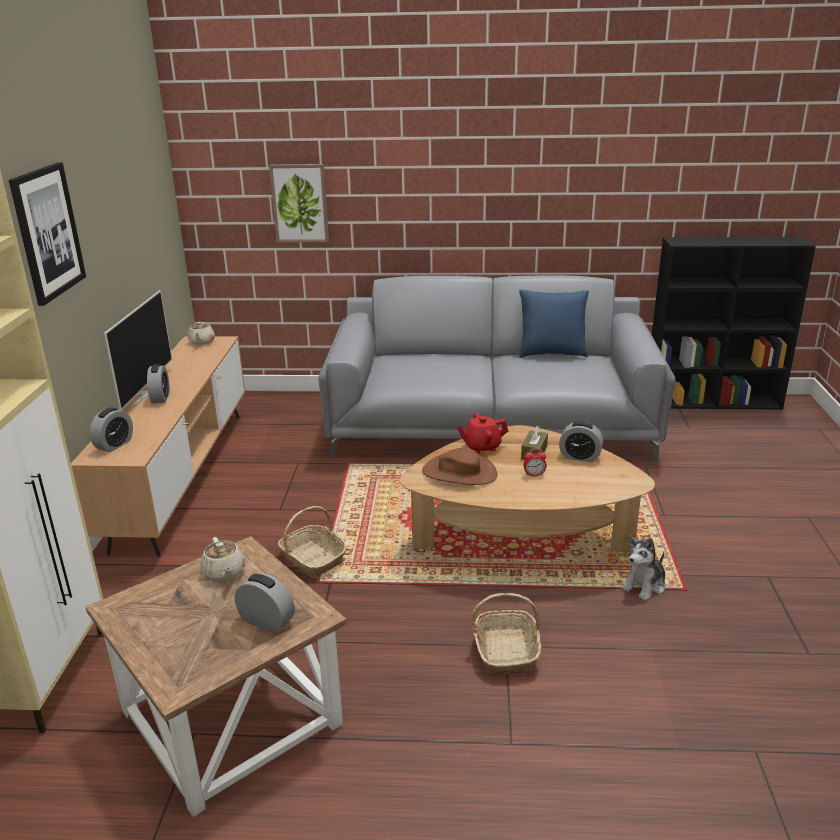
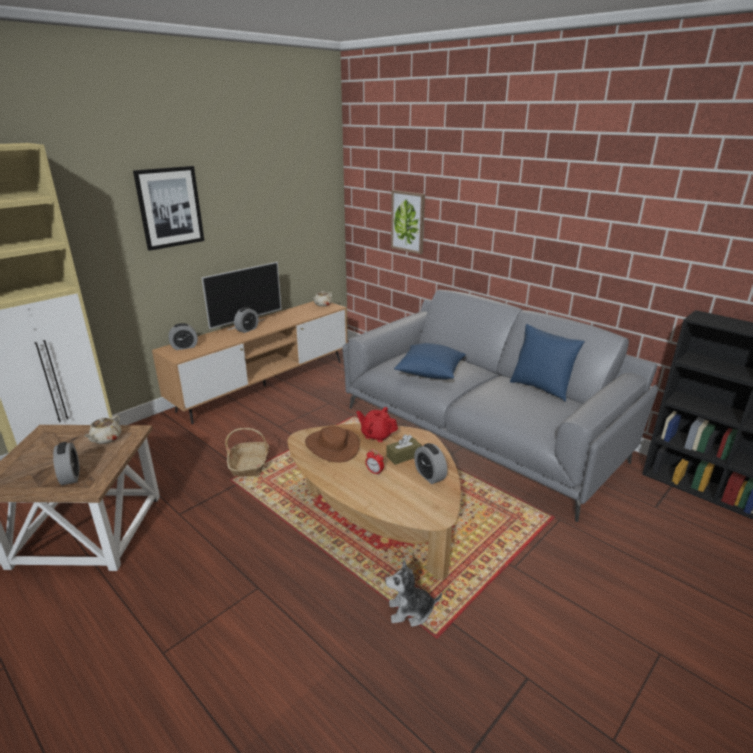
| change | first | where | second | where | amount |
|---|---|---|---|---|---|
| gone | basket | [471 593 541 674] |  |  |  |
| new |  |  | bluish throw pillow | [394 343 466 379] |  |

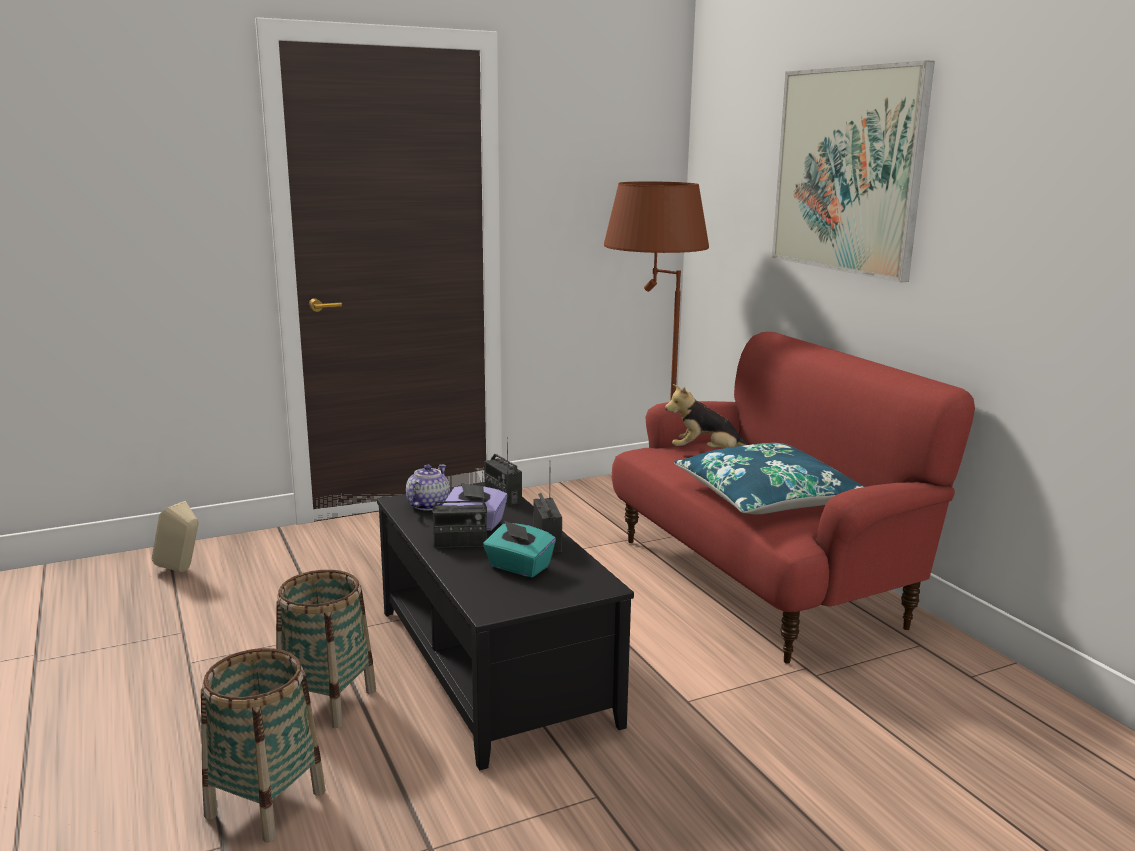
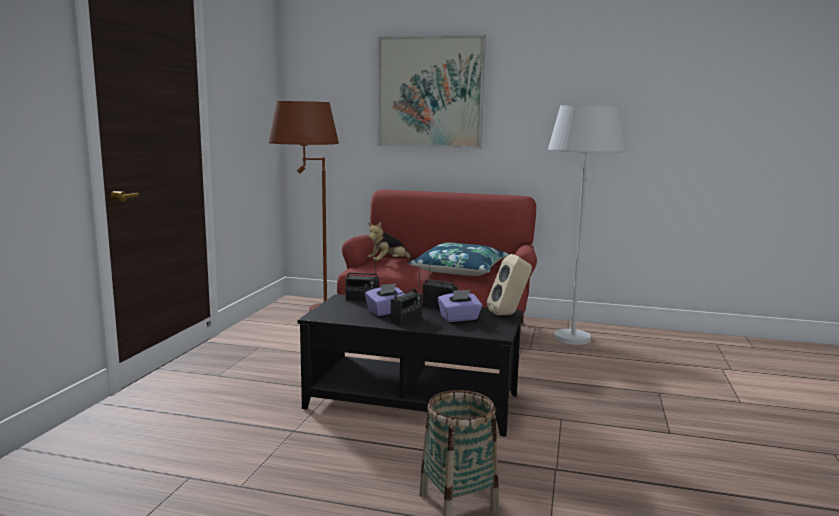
| change | first | where | second | where | amount |
|---|---|---|---|---|---|
| shifted | beige-coloured audio speaker | [152 501 199 572] |  | [487 254 532 315] |  |
| gone | basket | [276 570 376 728] |  |  |  |
| gone | tea pot | [406 464 450 510] |  |  |  |
| repainted | blue-green tissue holder | [483 521 556 577] | purple tissue holder | [438 290 482 322] |  |
| new |  |  | whitish standard lamp | [548 105 625 345] |  |

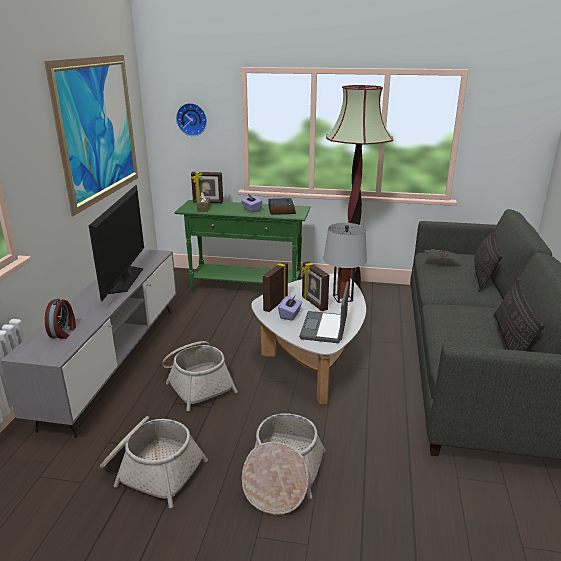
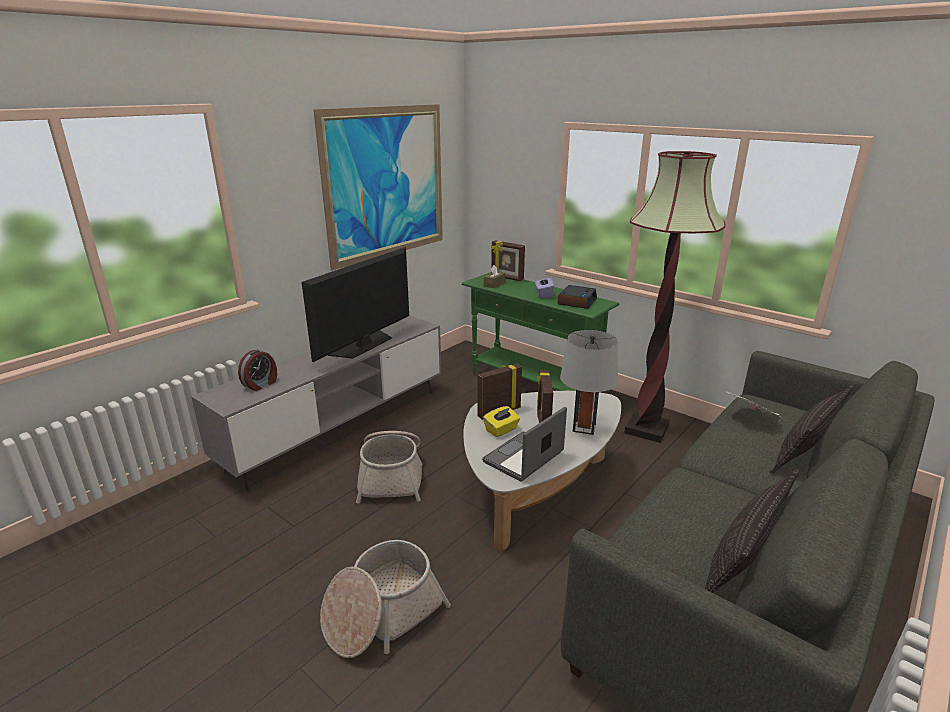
| change | first | where | second | where | amount |
|---|---|---|---|---|---|
| gone | basket | [100 416 208 508] |  |  |  |
| gone | hanging clock | [176 103 207 136] |  |  |  |
| repainted | purple tissue holder | [278 296 302 321] | yellowish tissue holder | [483 406 520 437] |  |

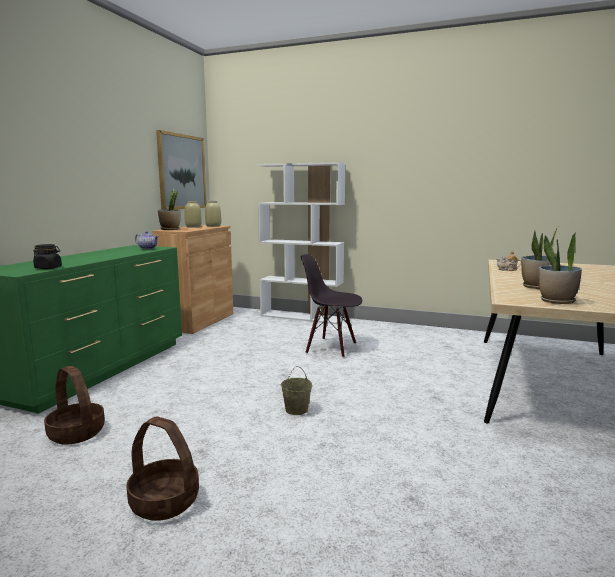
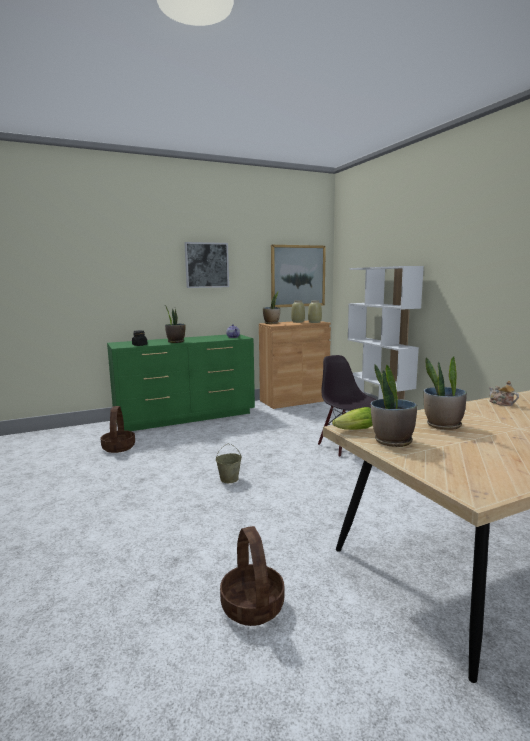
| change | first | where | second | where | amount |
|---|---|---|---|---|---|
| shifted | basket | [126 416 199 521] |  | [220 526 284 626] |  |
| new |  |  | plant in a pot | [165 307 185 343] |  |
| new |  |  | wall picture | [184 242 229 288] |  |
| new |  |  | head of lettuce | [332 407 373 430] |  |

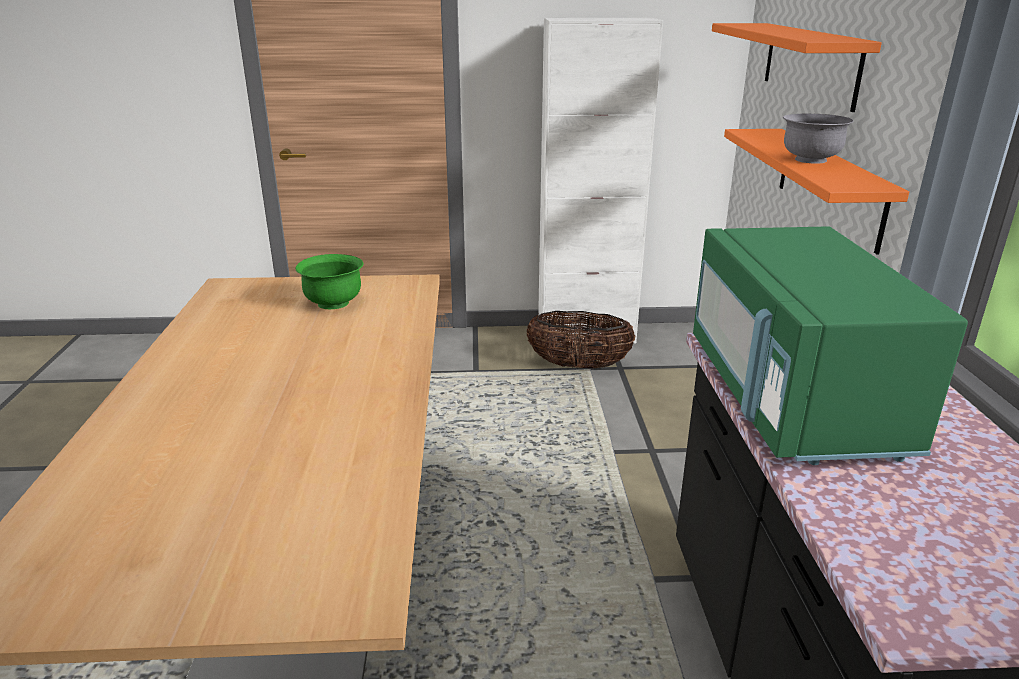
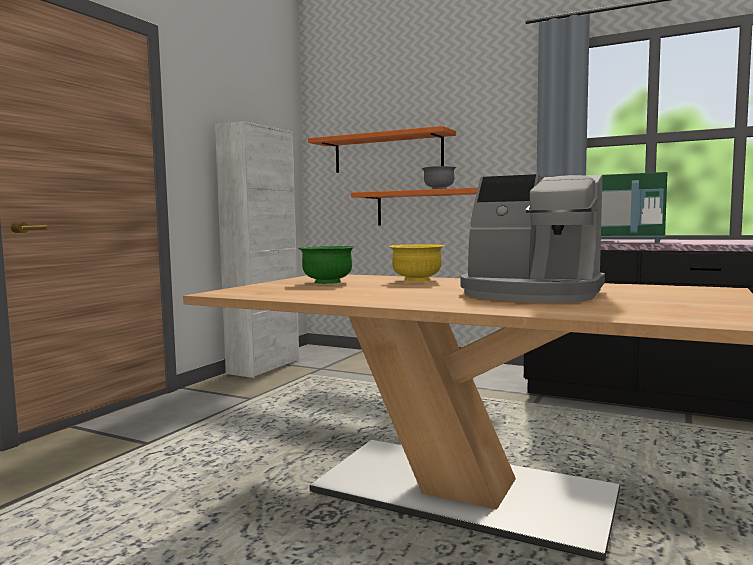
| change | first | where | second | where | amount |
|---|---|---|---|---|---|
| gone | basket | [527 311 635 368] |  |  |  |
| new |  |  | yellowish deep dish | [389 244 444 282] |  |
| new |  |  | coffee maker | [460 174 605 303] |  |

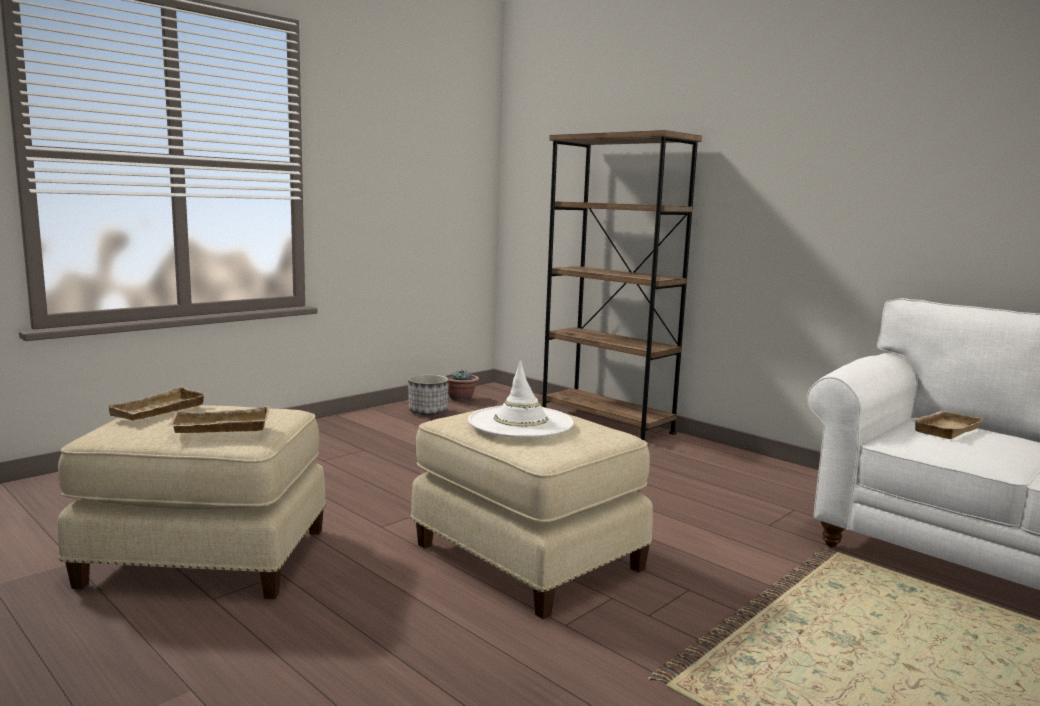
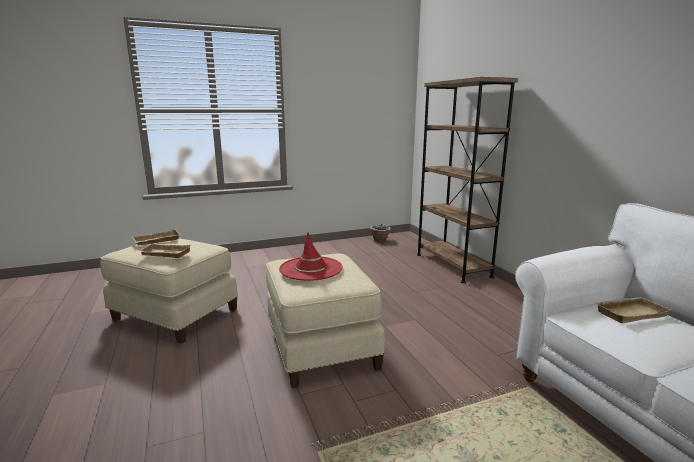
| change | first | where | second | where | amount |
|---|---|---|---|---|---|
| gone | flower pot | [408 374 449 415] |  |  |  |
| repainted | whitish wearable hat | [468 360 574 438] | red-coloured wearable hat | [279 232 343 281] |  |

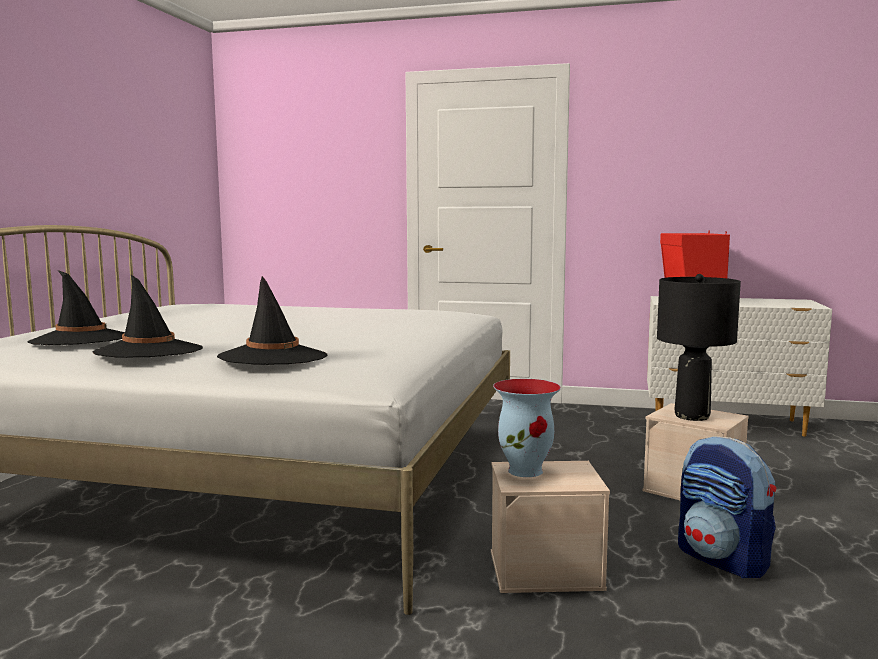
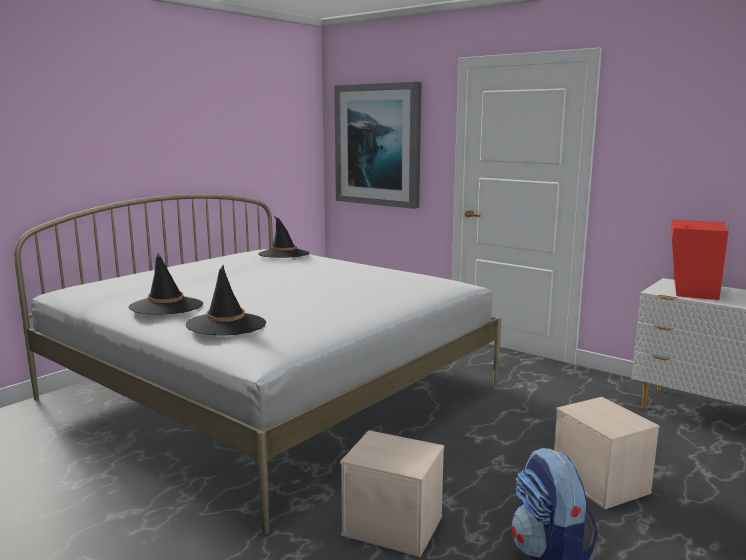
| change | first | where | second | where | amount |
|---|---|---|---|---|---|
| shifted | blackish wearable hat | [28 270 125 345] |  | [258 216 310 258] |  |
| gone | flower vase | [493 379 561 477] |  |  |  |
| gone | blackish lamp for a table | [657 274 741 421] |  |  |  |
| new |  |  | wall picture | [334 82 421 209] |  |

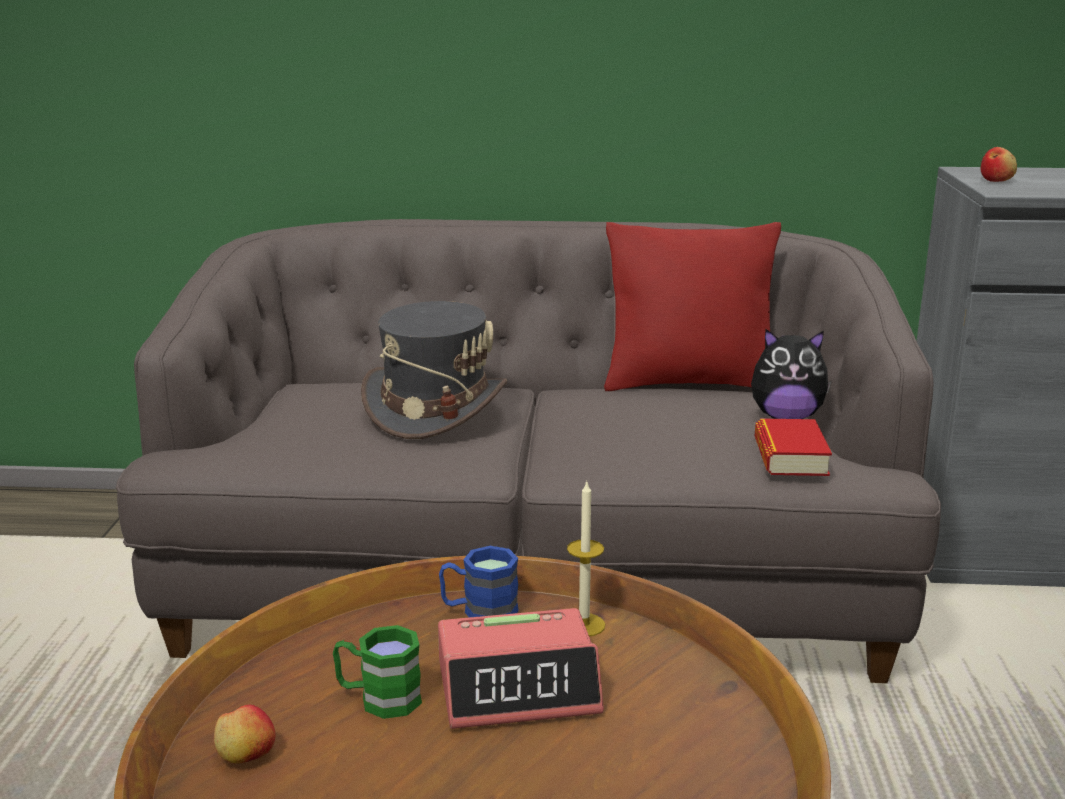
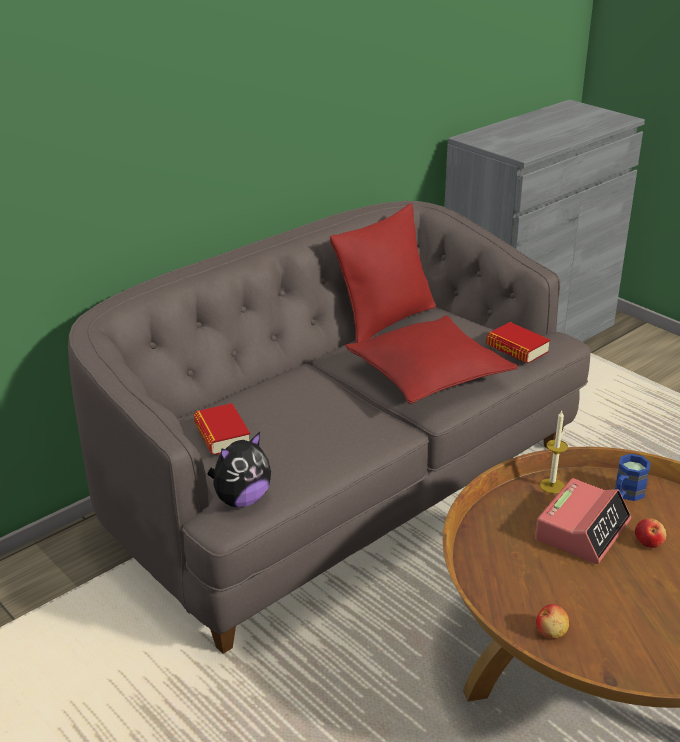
| change | first | where | second | where | amount |
|---|---|---|---|---|---|
| gone | green tea mug | [333 625 422 719] |  |  |  |
| gone | grey wearable hat | [361 301 507 439] |  |  |  |
| shifted | bluish tea mug | [439 546 519 617] |  | [615 454 651 501] |  |
| shifted | plush toy | [751 329 832 419] |  | [207 432 271 507] |  |
| shifted | apple fruit | [981 147 1017 182] |  | [635 518 666 548] |  |
| new |  |  | volume | [194 403 250 455] |  |
| new |  |  | red-coloured throw pillow | [345 315 518 404] |  |

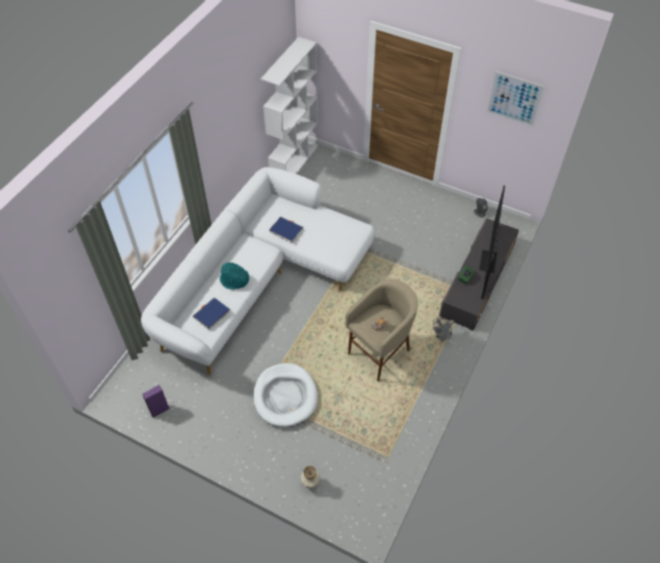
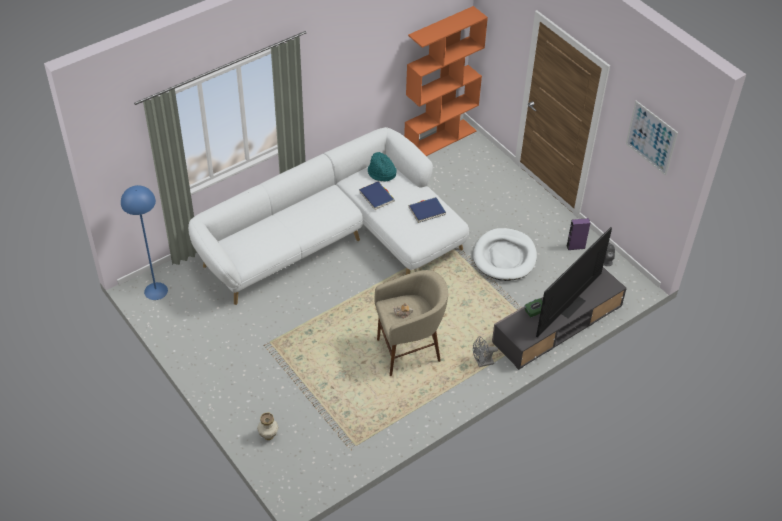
| change | first | where | second | where | amount |
|---|---|---|---|---|---|
| shifted | purple audio speaker | [142 385 170 418] |  | [566 218 590 250] |  |
| shifted | bluish volume | [193 298 230 330] |  | [409 197 446 223] |  |
| shifted | blue-green wearable hat | [220 262 249 290] |  | [368 152 397 181] |  |
| shifted | whitish dog bed | [254 363 318 427] |  | [473 228 537 281] |  |
| repainted | whitish bookshelf | [261 37 318 174] | orangey bookshelf | [404 6 488 156] |  |
| new |  |  | bluish standard lamp | [121 185 168 300] |  |

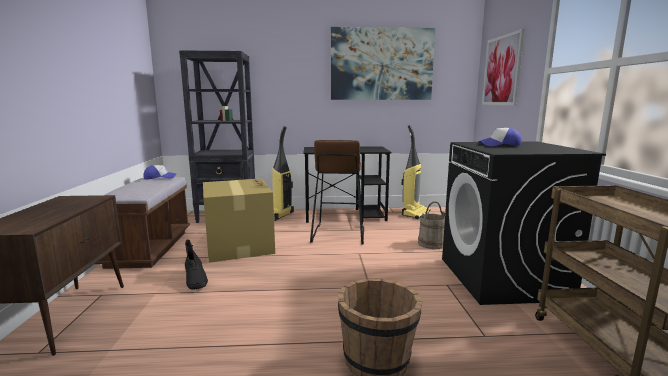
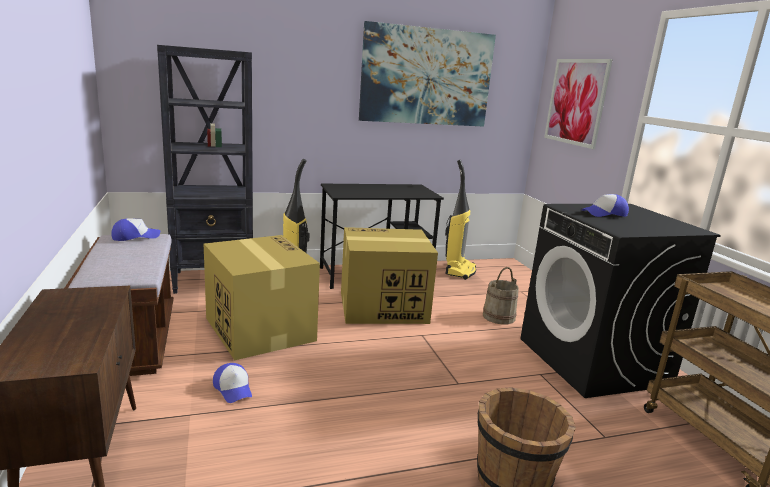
| change | first | where | second | where | amount |
|---|---|---|---|---|---|
| swapped | blackish high-top boot | [185 239 208 290] | peaked cap | [213 363 252 403] |  |
| swapped | brown-coloured sitting stool | [310 140 364 244] | carton | [341 227 438 324] |  |

